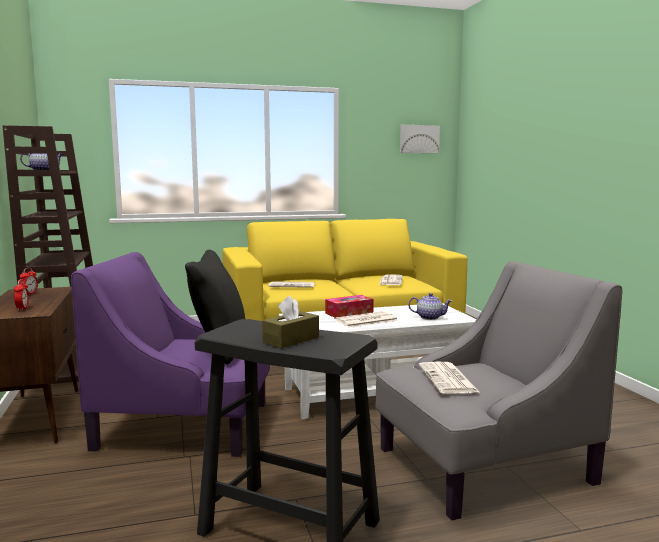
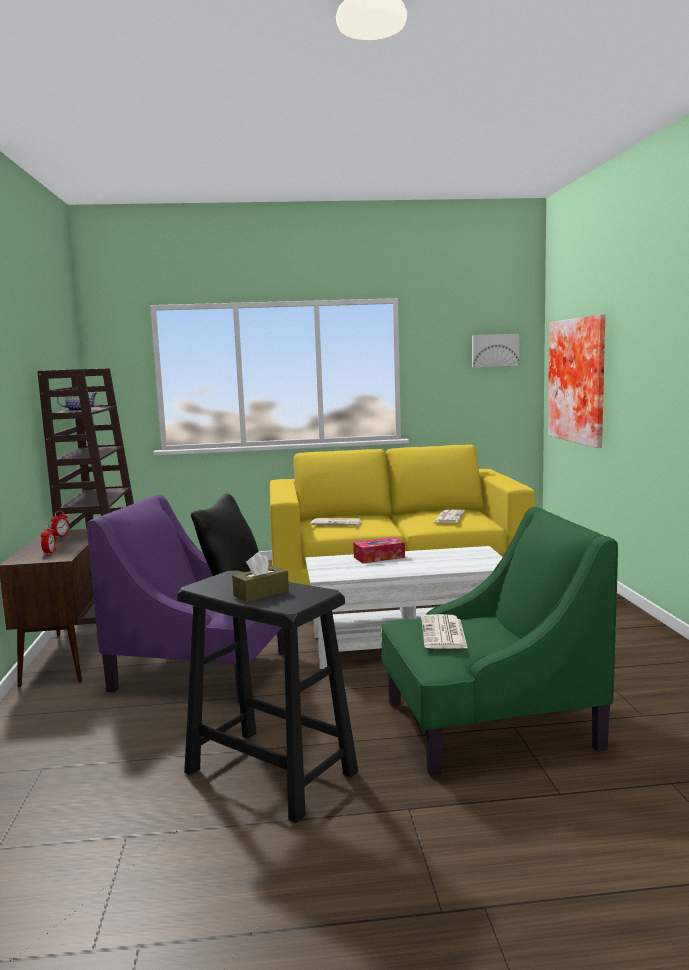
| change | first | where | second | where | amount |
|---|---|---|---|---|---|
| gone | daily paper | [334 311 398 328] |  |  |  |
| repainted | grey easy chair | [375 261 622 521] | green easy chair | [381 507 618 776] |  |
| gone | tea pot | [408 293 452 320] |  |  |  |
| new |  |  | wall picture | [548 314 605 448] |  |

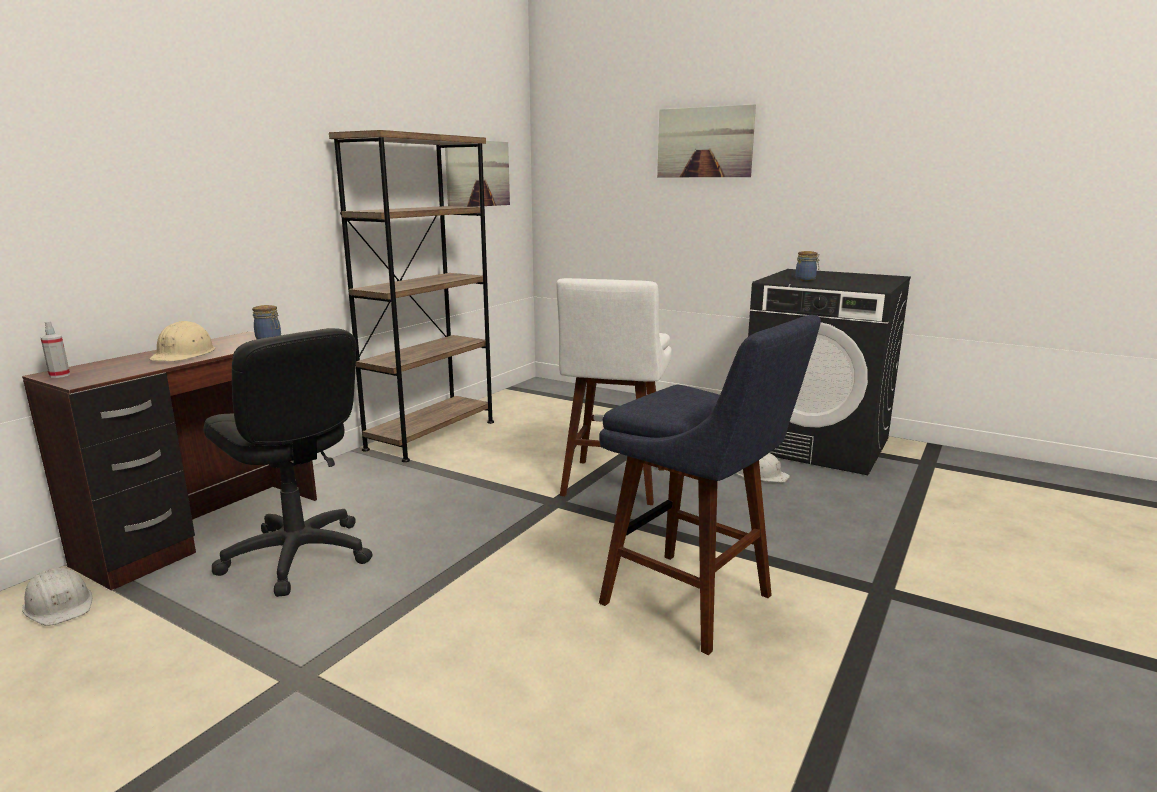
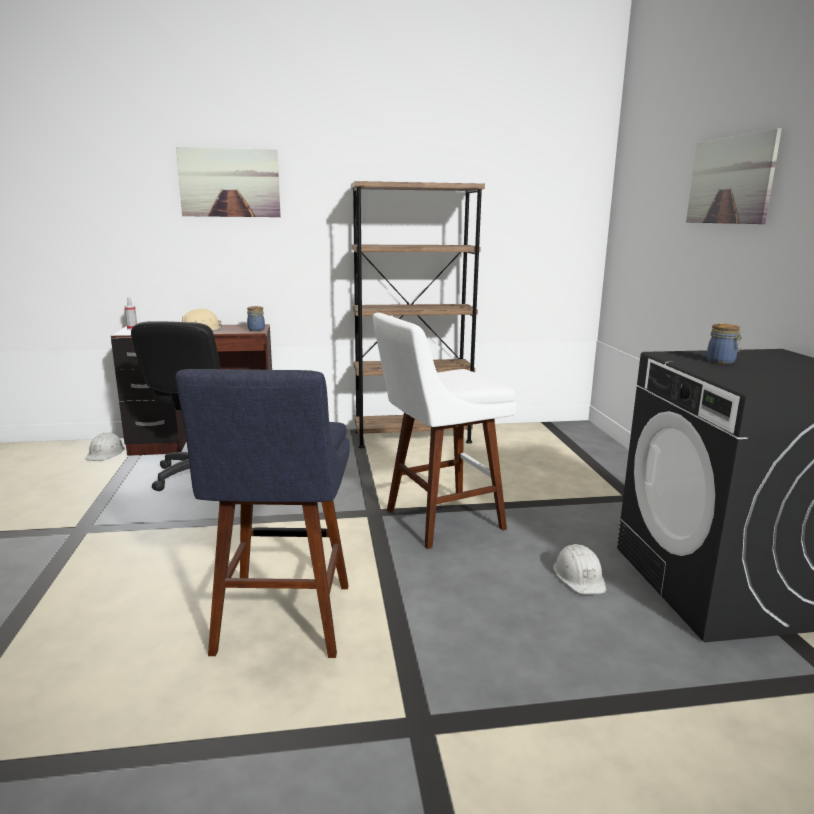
| change | first | where | second | where | amount |
|---|---|---|---|---|---|
| shifted | wall picture | [445 141 510 207] |  | [176 147 281 217] |  |

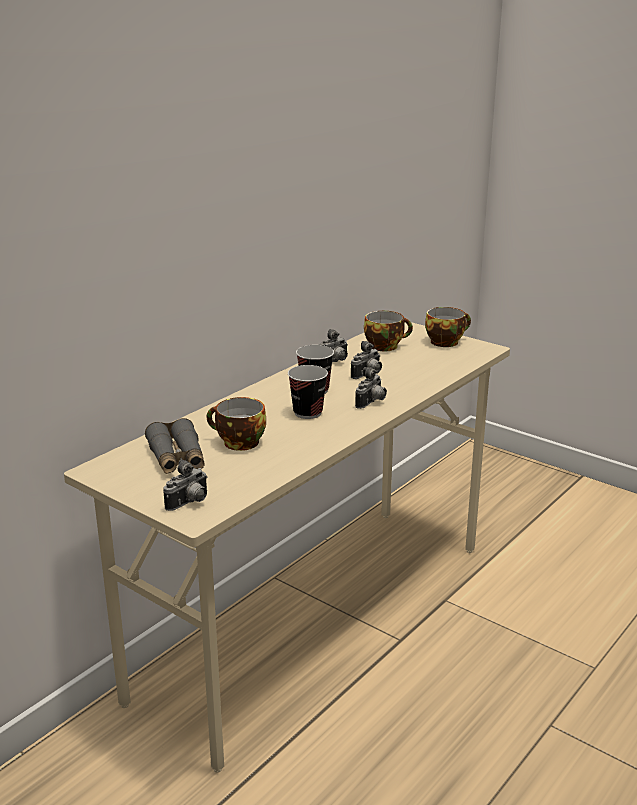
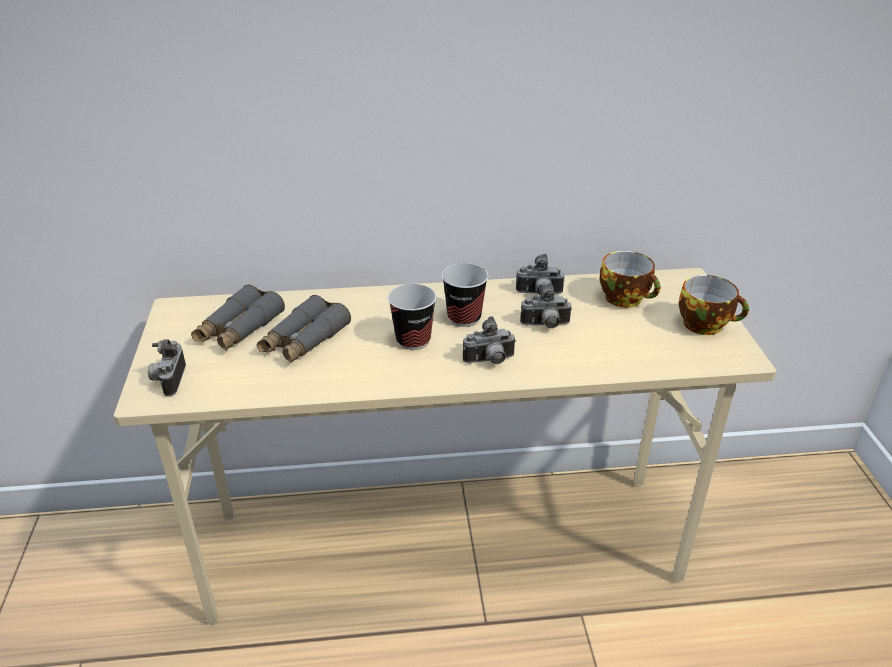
| change | first | where | second | where | amount |
|---|---|---|---|---|---|
| rotated | photo camera | [163 459 207 511] |  | [148 339 186 396] | 90 degrees clockwise |
| swapped | drinking cup | [206 397 266 451] | grey field glasses | [257 295 351 363] |  |

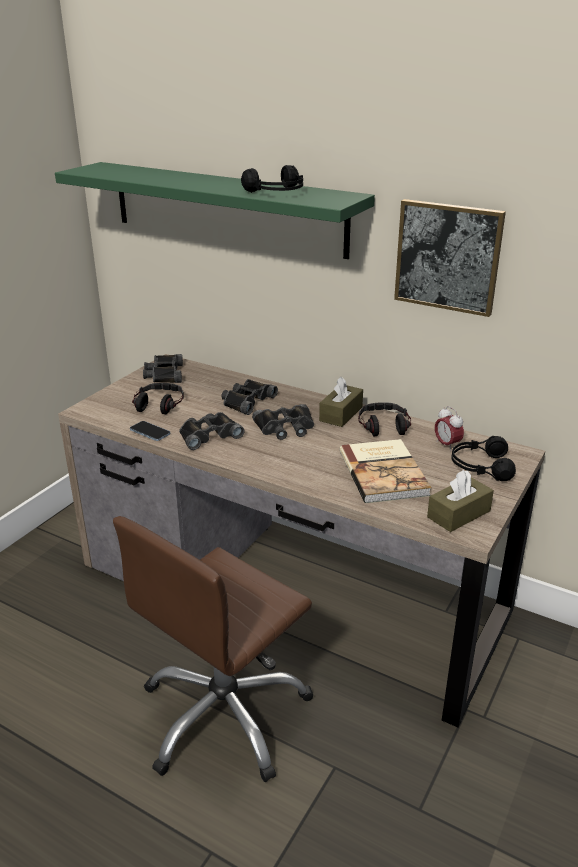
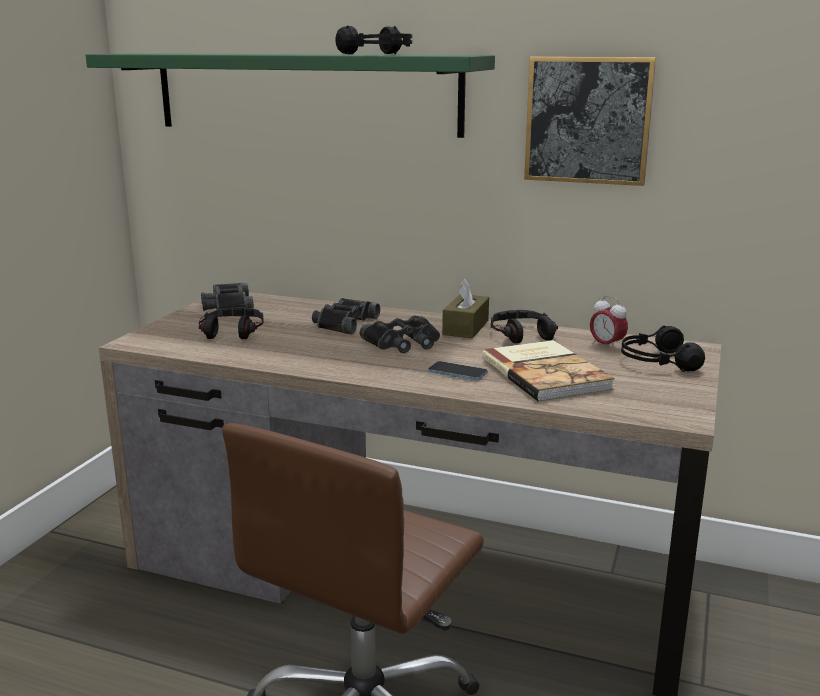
| change | first | where | second | where | amount |
|---|---|---|---|---|---|
| shifted | telephone | [130 421 170 441] |  | [428 361 488 380] |  |
| gone | blackish field glasses | [179 412 245 450] |  |  |  |
| gone | brown-coloured tissue holder | [427 470 494 532] |  |  |  |

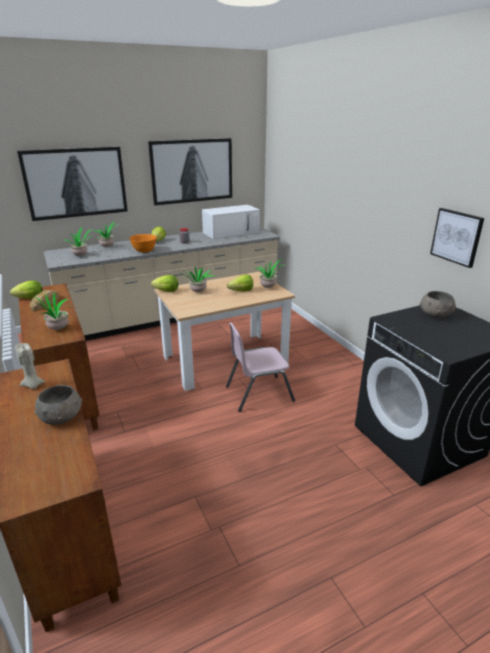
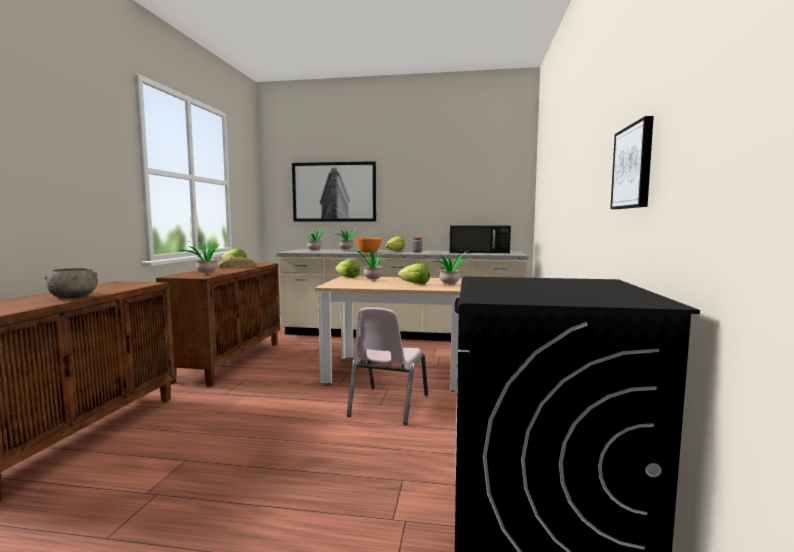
| change | first | where | second | where | amount |
|---|---|---|---|---|---|
| gone | beige-coloured candle | [15 343 45 389] |  |  |  |
| gone | wall picture | [148 138 232 205] |  |  |  |
| repainted | whitish microwave oven | [202 205 260 239] | blackish microwave oven | [450 225 511 253] |  |
| rotated | pinkish plain chair | [226 323 295 412] |  | [347 307 428 425] | 90 degrees counterclockwise |
| gone | grey deep dish | [420 291 456 318] |  |  |  |

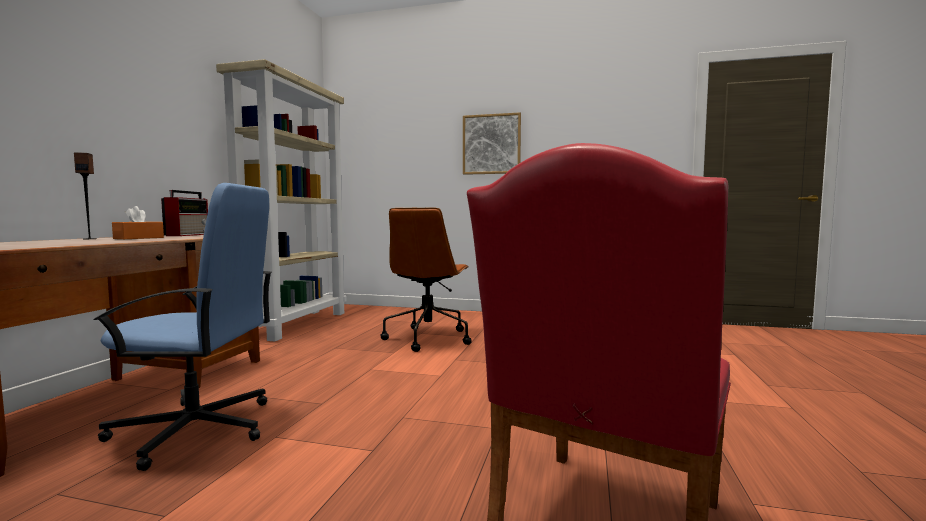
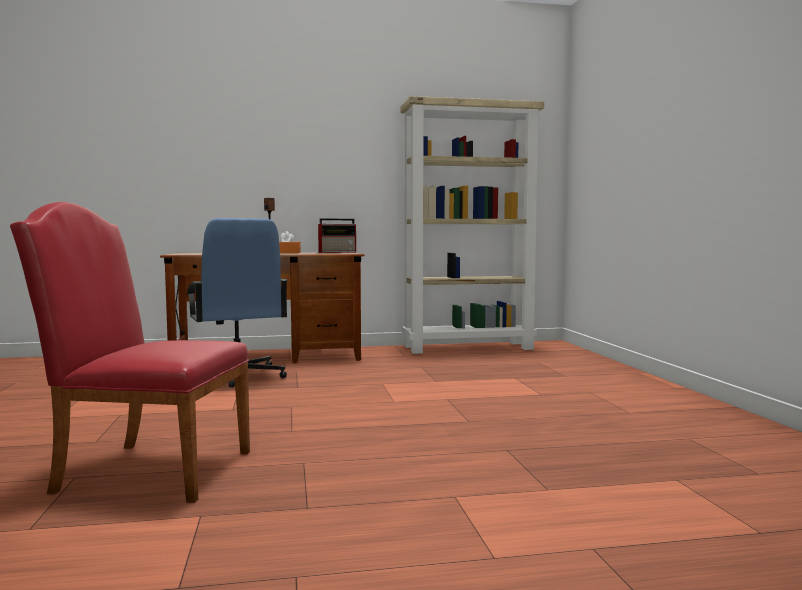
| change | first | where | second | where | amount |
|---|---|---|---|---|---|
| gone | brown-coloured office chair | [381 207 472 352] |  |  |  |
| gone | wall picture | [463 112 521 175] |  |  |  |

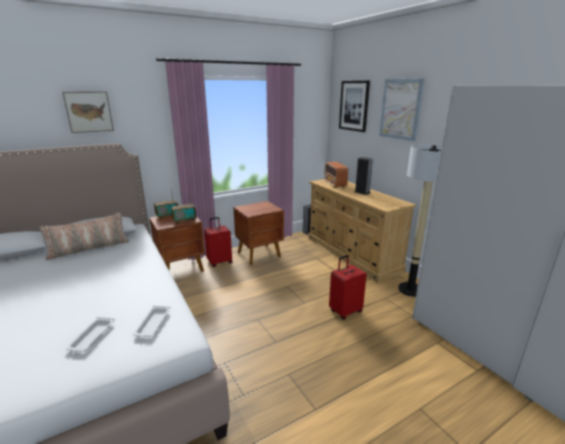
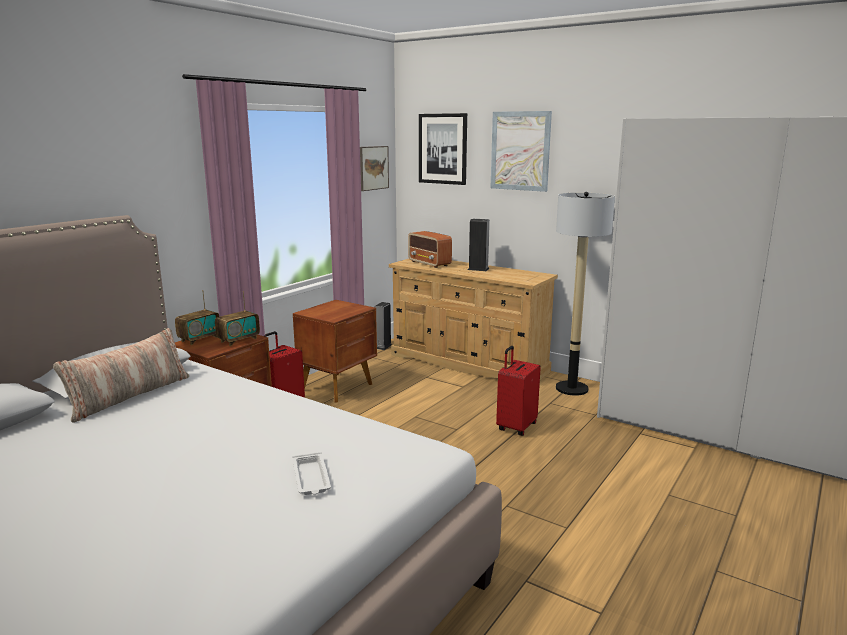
| change | first | where | second | where | amount |
|---|---|---|---|---|---|
| shifted | wall picture | [62 92 114 133] |  | [360 146 389 191] |  |
| gone | whitish carrying tray | [133 306 170 338] |  |  |  |

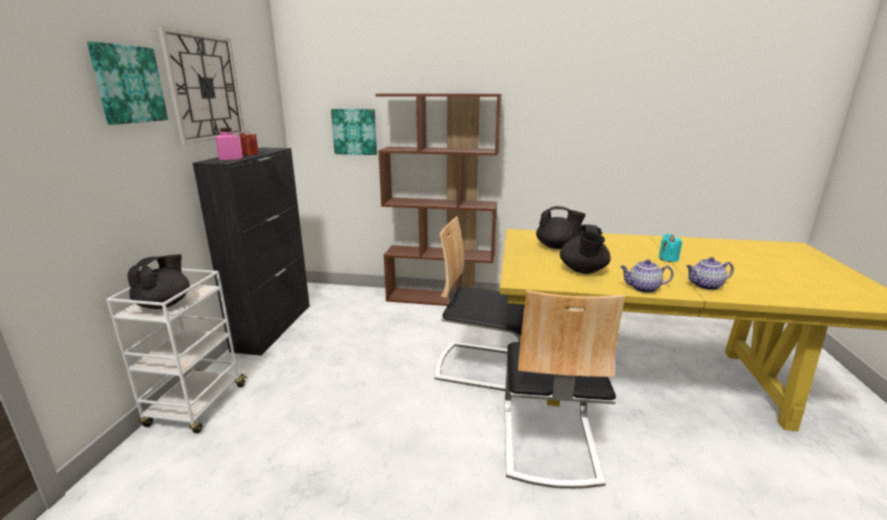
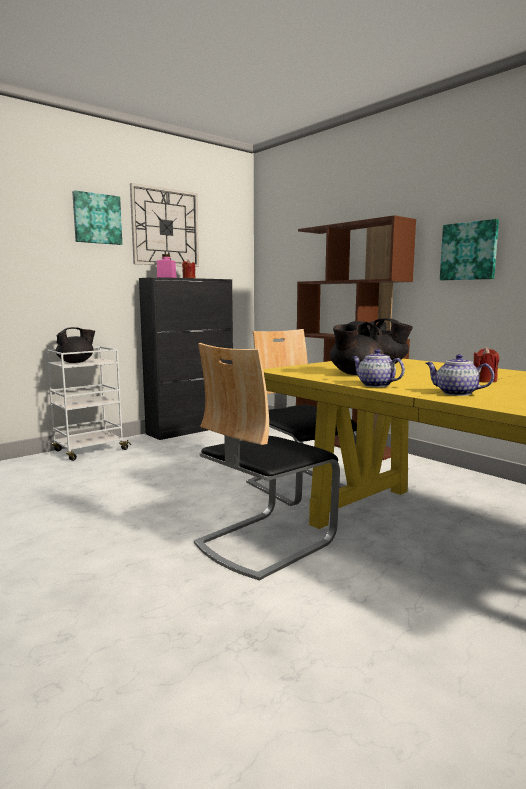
| change | first | where | second | where | amount |
|---|---|---|---|---|---|
| shifted | wall picture | [331 109 377 155] |  | [440 219 499 280] |  |
| repainted | blue-green candle | [659 234 682 262] | red-coloured candle | [474 347 499 382] |  |

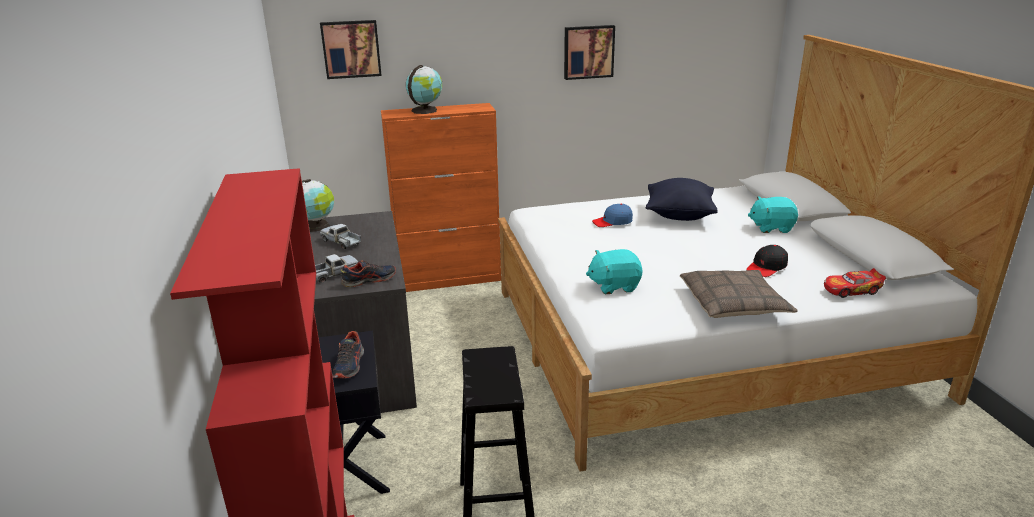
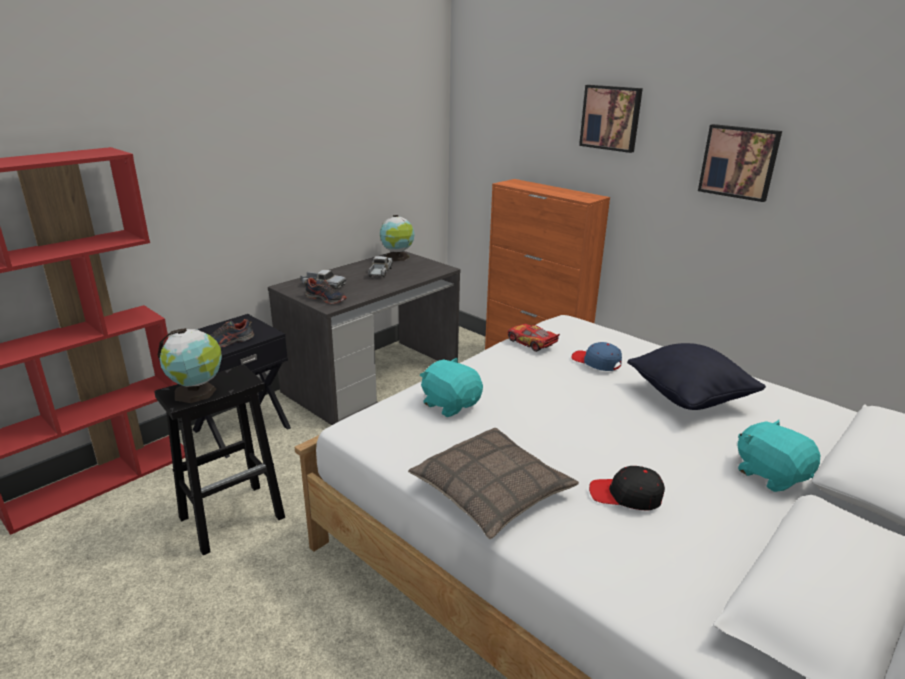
| change | first | where | second | where | amount |
|---|---|---|---|---|---|
| shifted | wall picture | [320 20 382 79] |  | [579 85 643 153] |  |
| shifted | world globe | [406 65 442 114] |  | [158 328 222 403] |  |
| shifted | model car | [824 268 886 298] |  | [508 324 560 352] |  |

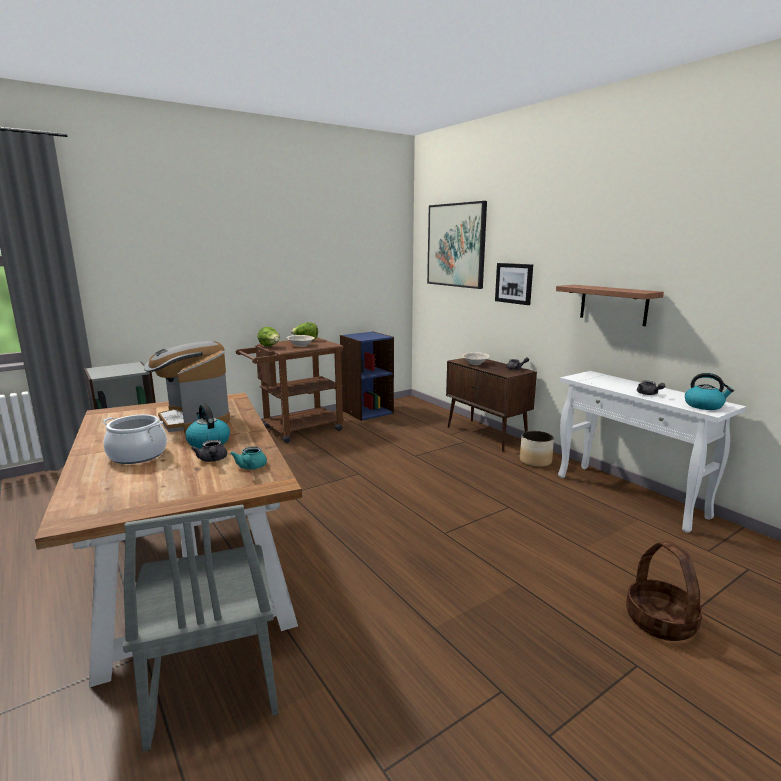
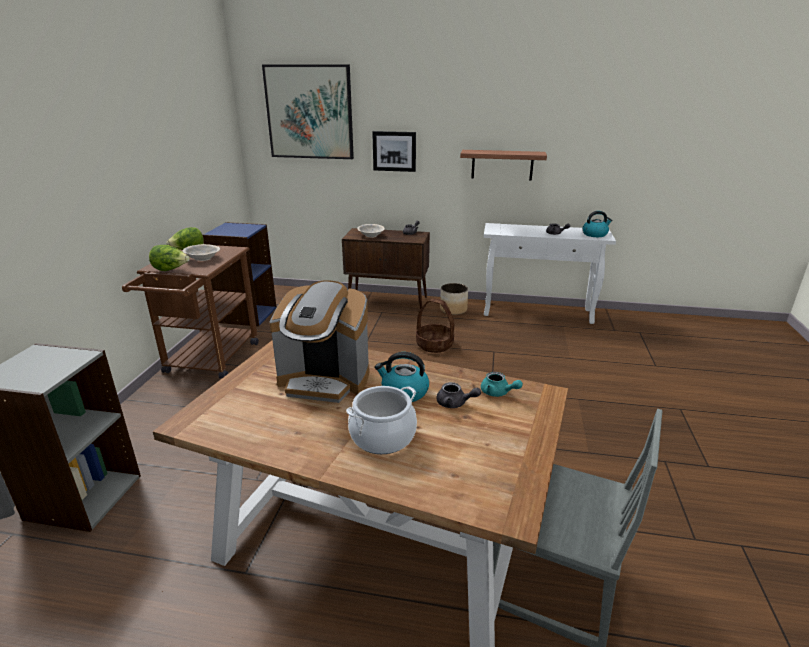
| change | first | where | second | where | amount |
|---|---|---|---|---|---|
| shifted | basket | [626 541 703 641] |  | [416 298 454 353] |  |

